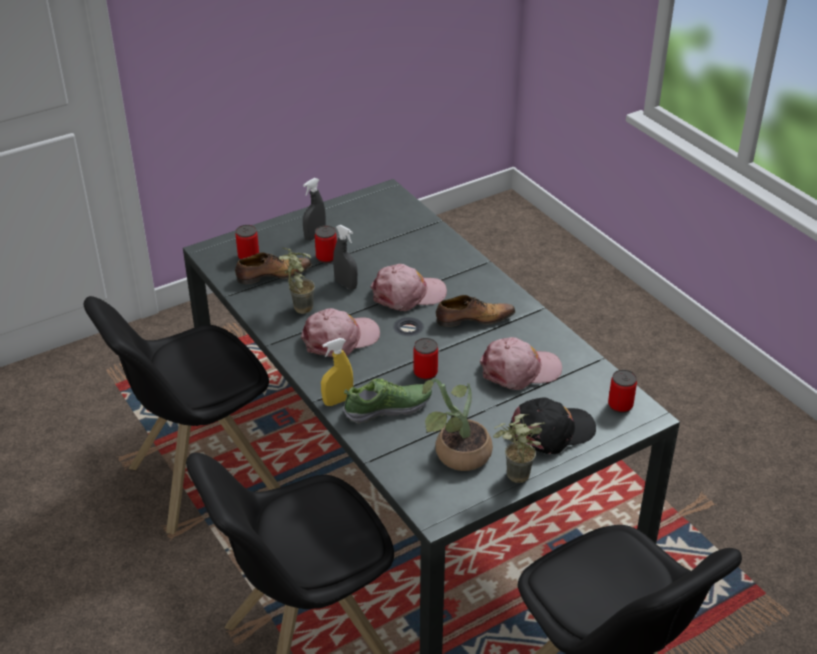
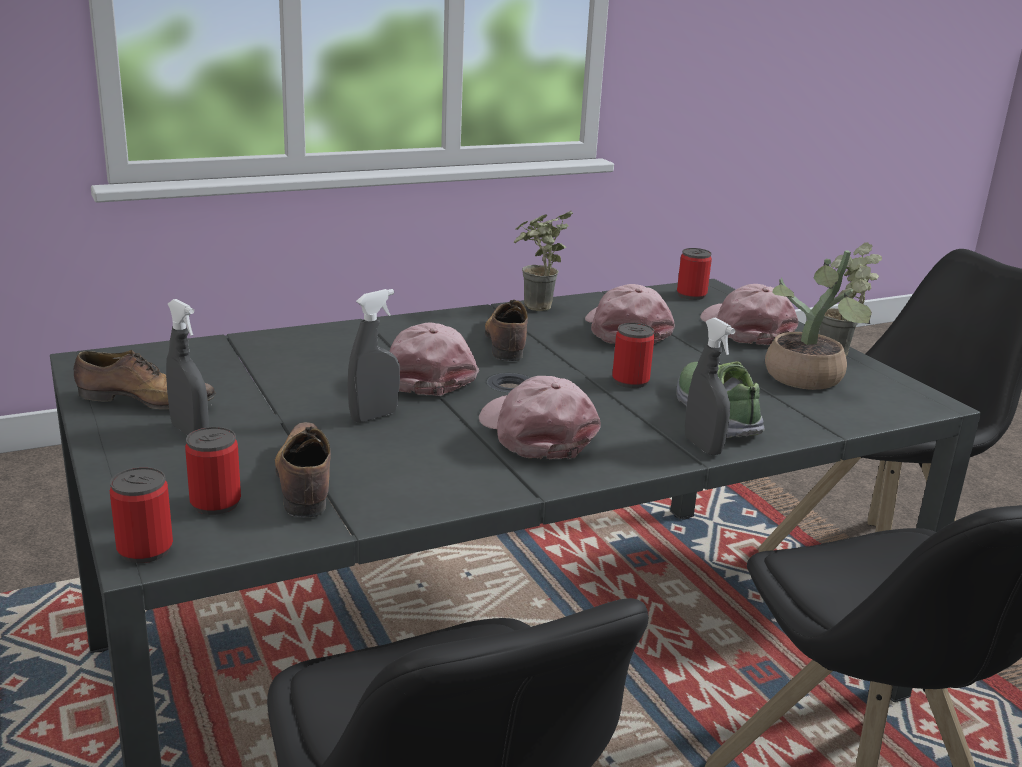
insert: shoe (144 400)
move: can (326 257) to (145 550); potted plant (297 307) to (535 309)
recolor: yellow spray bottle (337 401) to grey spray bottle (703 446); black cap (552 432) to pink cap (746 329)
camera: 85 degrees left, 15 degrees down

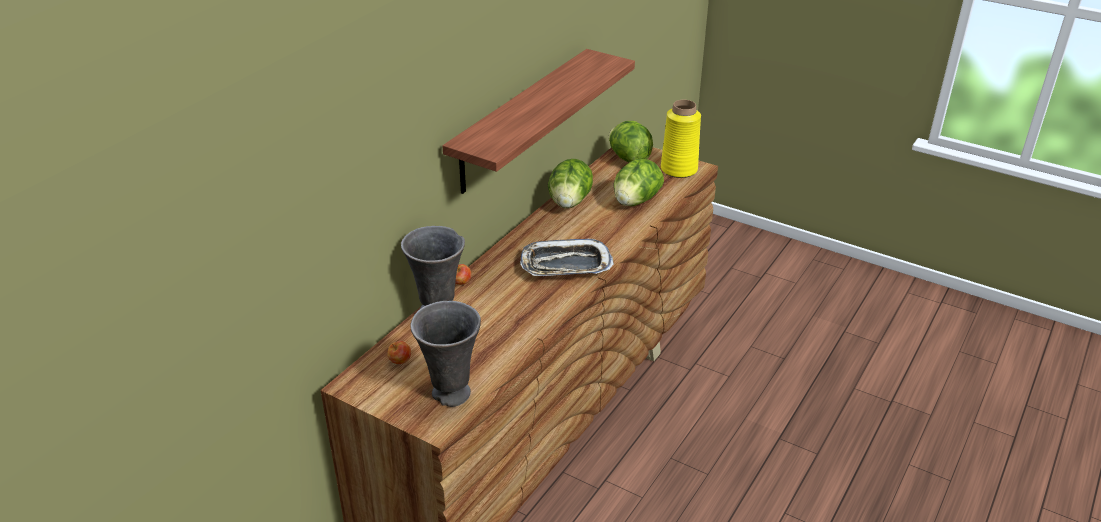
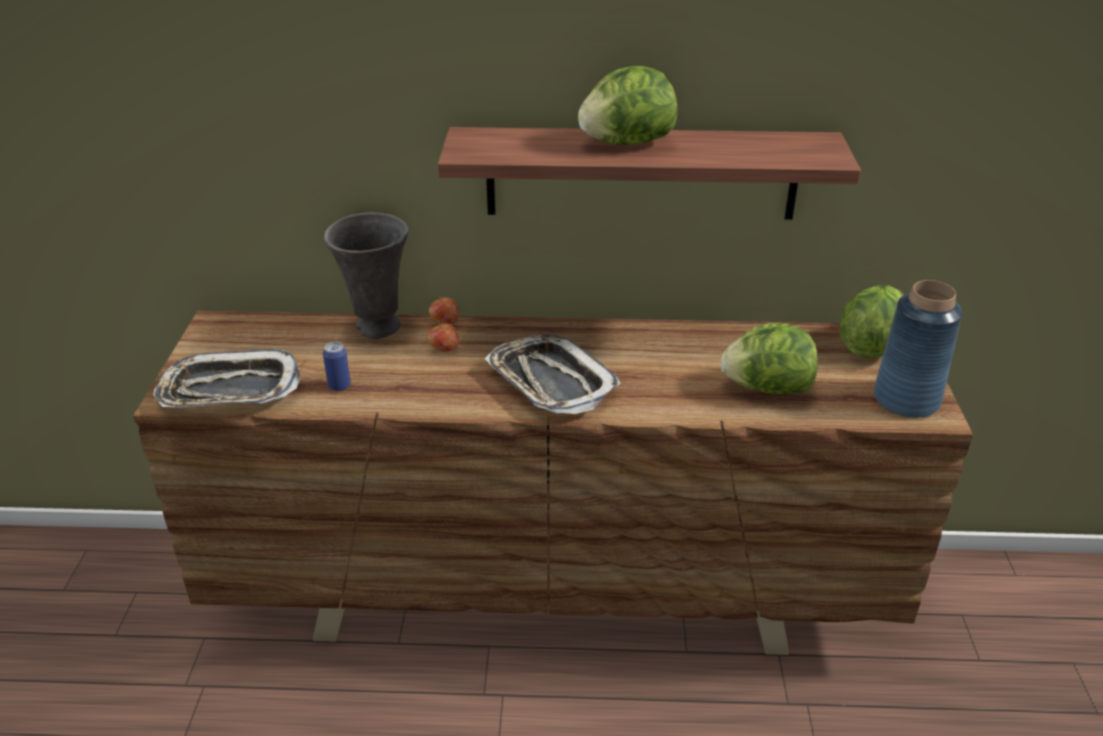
insert: can (339 385)
move: lettuce (569 202) to (626 143); apple (400 362) to (444 350)
replace: grey vase (451 395) to tray (229 390)
recolor: yellow vase (678 169) to blue vase (905 399)
camera: 60 degrees right, 0 degrees up

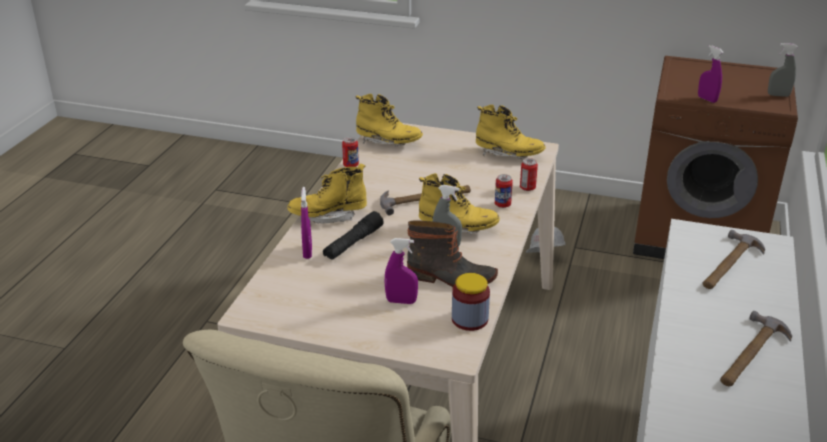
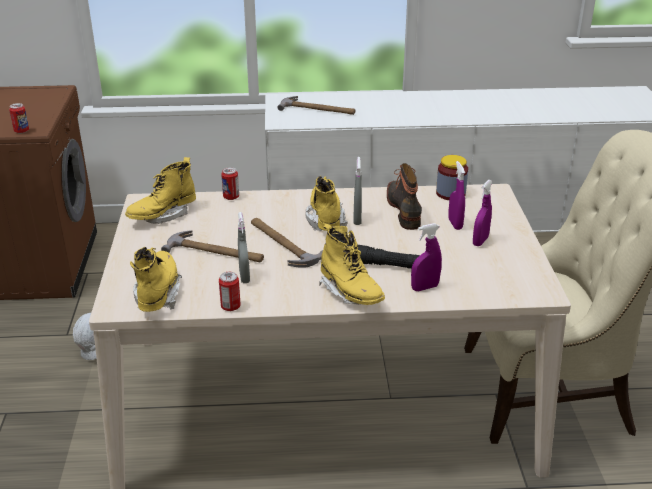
move: grey spray bottle (778 95) to (244 277); purple spray bottle (707 99) to (480 241); can (502 205) to (21 131); hammer (750 354) to (216 252)
rotate: yellow boot (508 154) = (163 215) 135 degrees counterclockwise
camera: 110 degrees left, 0 degrees up

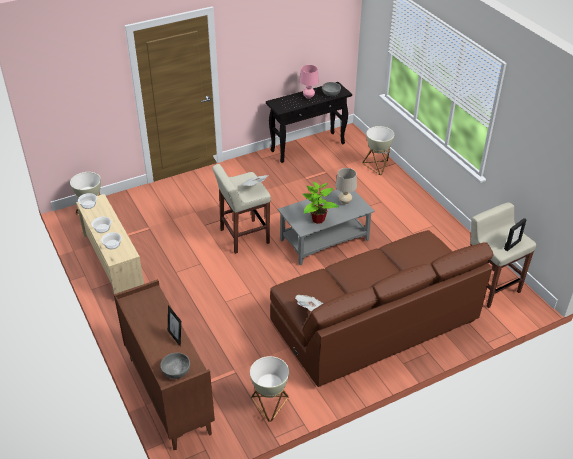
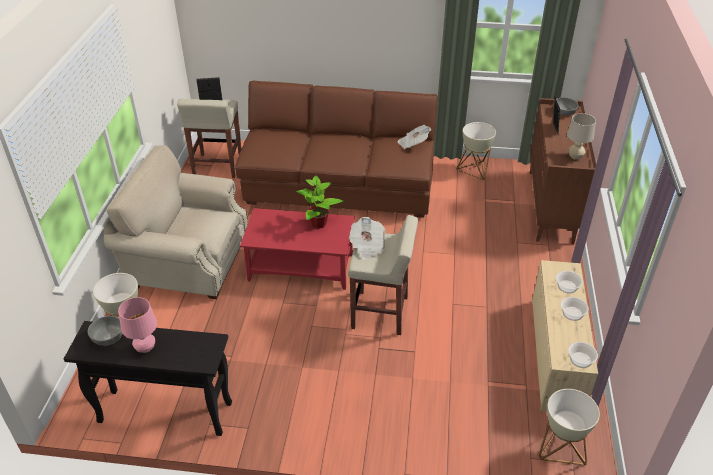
insert: beige armchair (186 260)
move: beige table lamp (345 201) to (575 157)
recolor: grey coffee table (324 240) to red coffee table (302 267)
camera: 145 degrees left, 0 degrees up

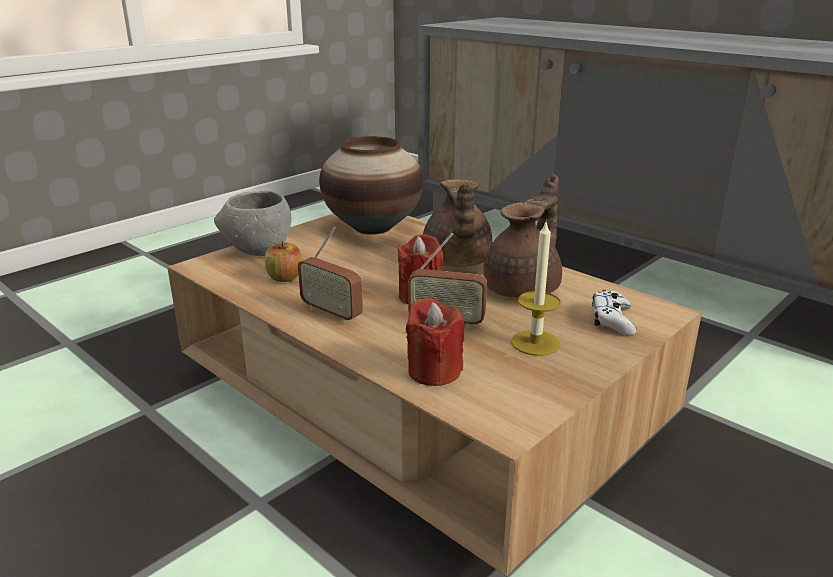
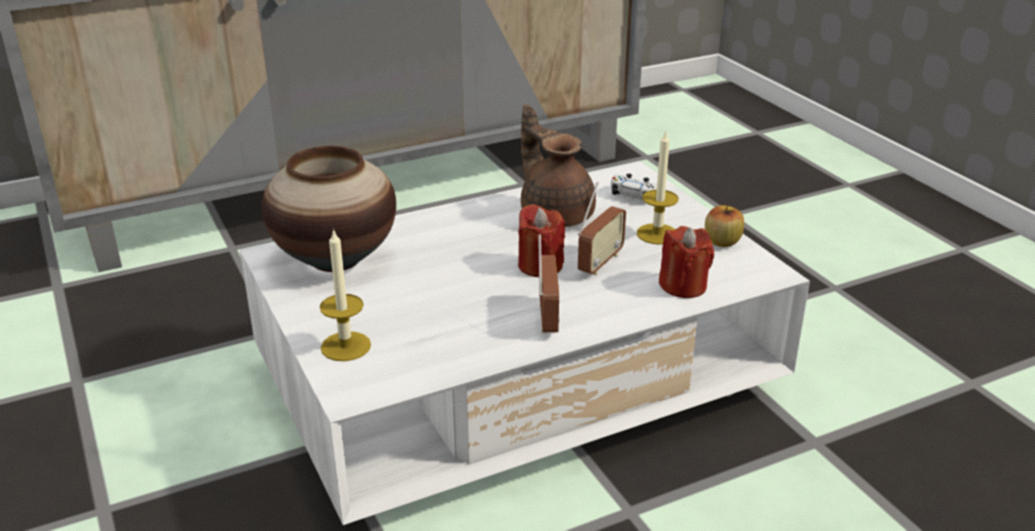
delete: brown teapot (455 262)
move: apple (285 278) to (722 242)
replace: grey bowl (258 252) to candle (345 346)
recolor: brown coffee table (416 401) to white coffee table (517 381)
rotate: radio (332 313) = (547 318) 60 degrees counterclockwise
camera: 70 degrees left, 5 degrees up

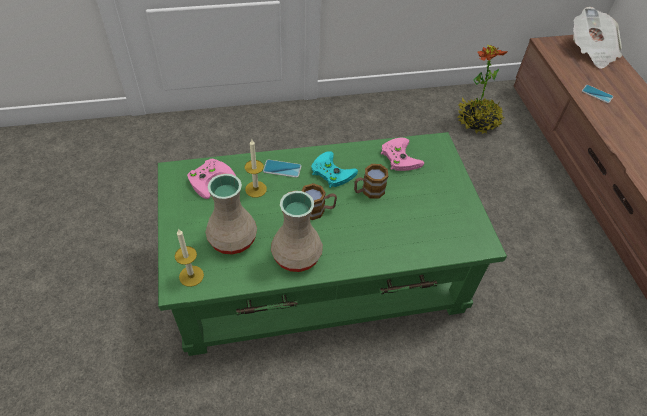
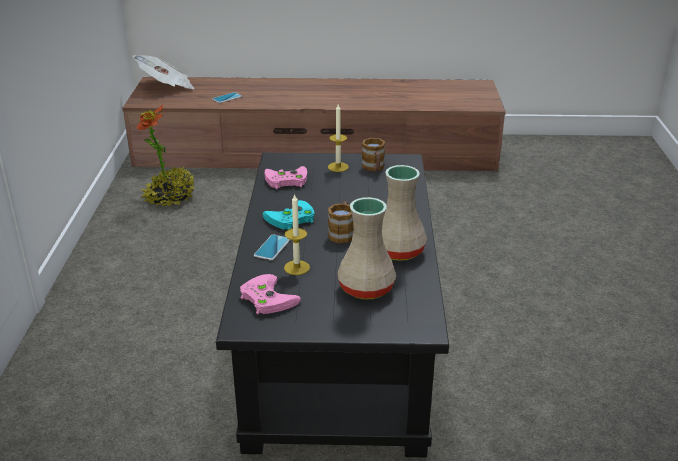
move: mug (368 191) to (374 168); candle (191 276) to (338 167)
recolor: green coffee table (320 274) to black coffee table (338 338)
camera: 75 degrees left, 20 degrees down

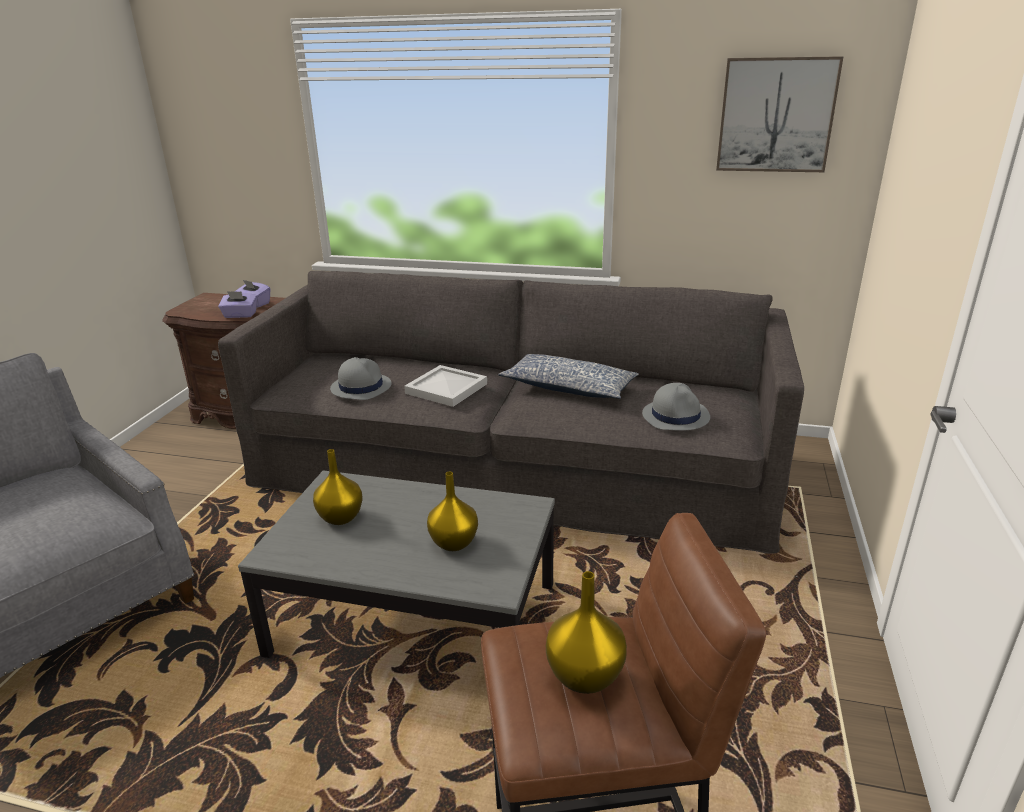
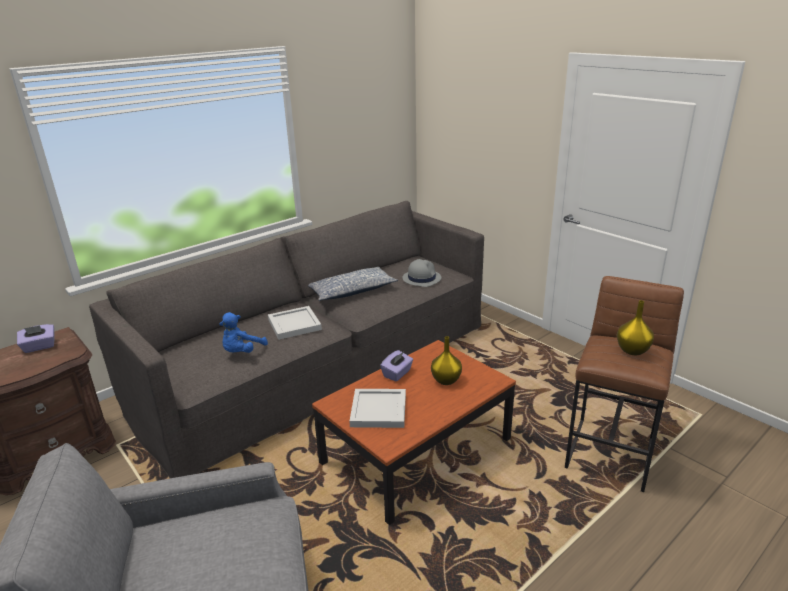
delete: picture (776 115)
move: purple tissue box (240 315) to (397 373)
replace: grey hat (361 387) to blue plush toy (242 352); yellow vase (341 517) to white tray (378 410)
recolor: grey coffee table (416 619) to brown coffee table (416 450)
camera: 55 degrees left, 0 degrees up

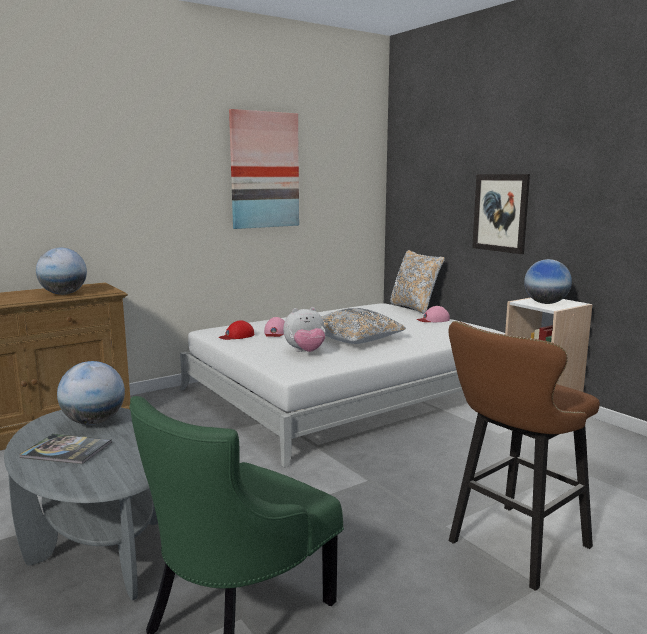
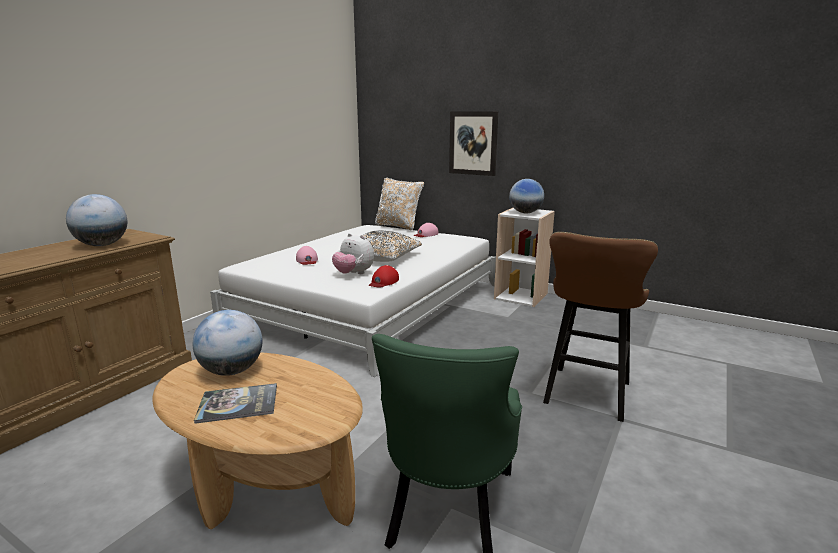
delete: picture (264 170)
move: red cap (237 336) to (383 282)
recolor: grey coffee table (101 541) to brown coffee table (266 483)
rotate: plush toy (305 352) = (353 274) 75 degrees clockwise
camera: 25 degrees left, 5 degrees up

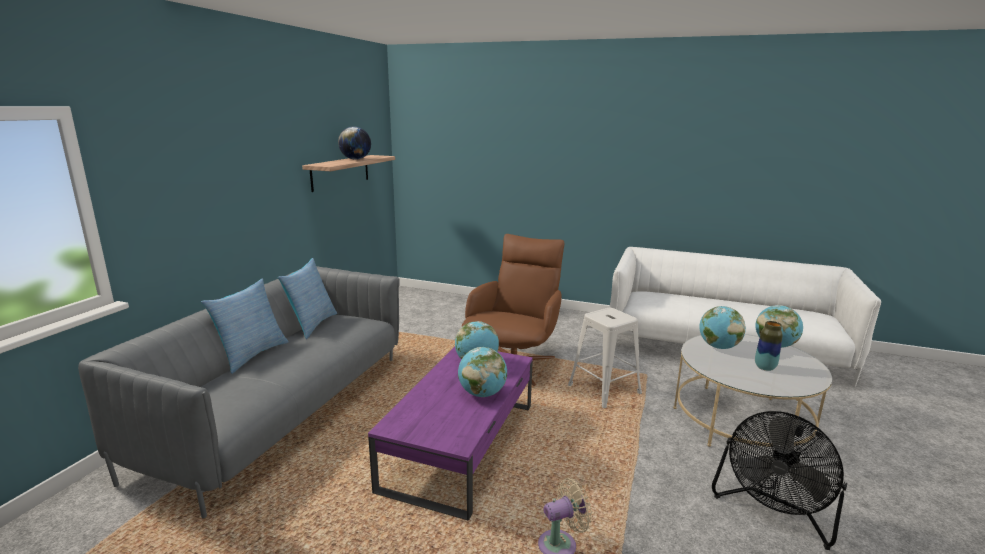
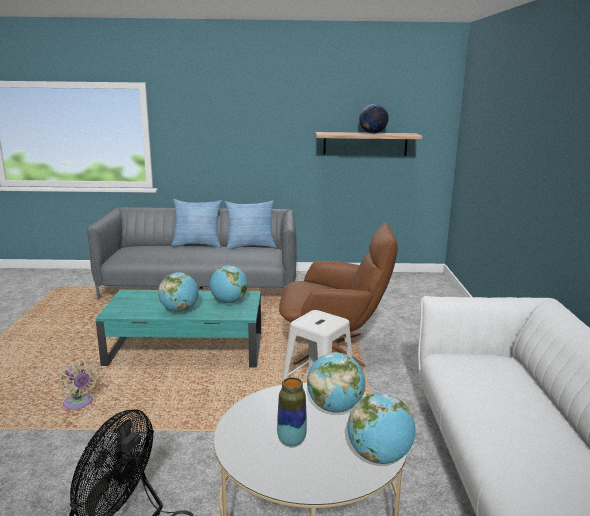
recolor: purple coffee table (462 444) to turquoise coffee table (187 349)
camera: 70 degrees right, 0 degrees up

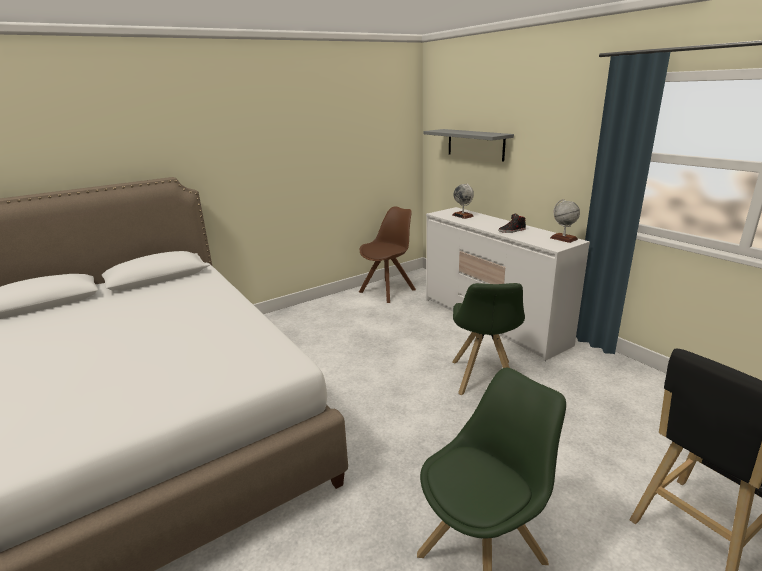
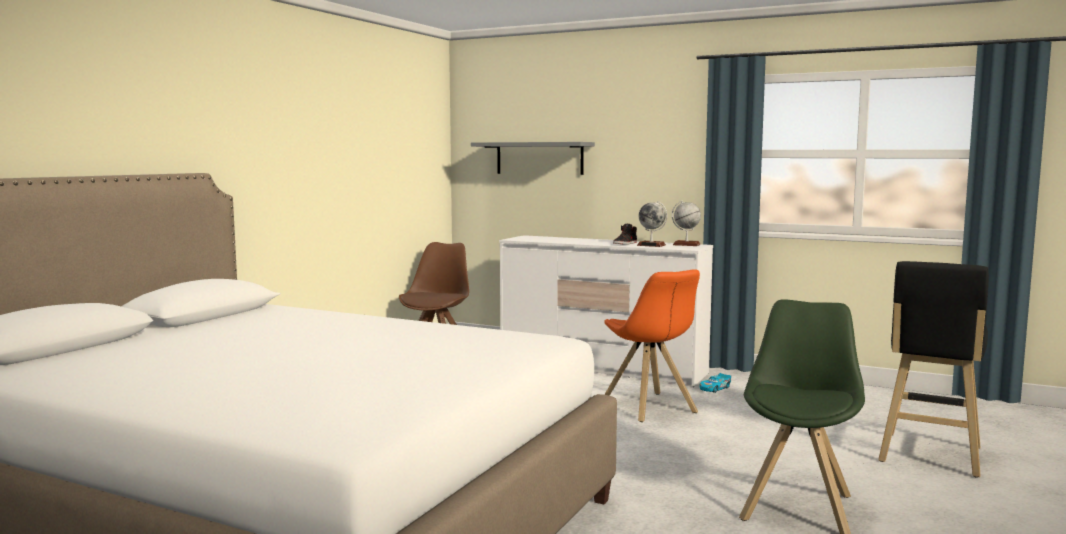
insert: toy car (714 388)
move: globe (463 216) to (651 245)
recolor: green chair (484 378) to orange chair (649 407)
camera: 30 degrees left, 15 degrees down

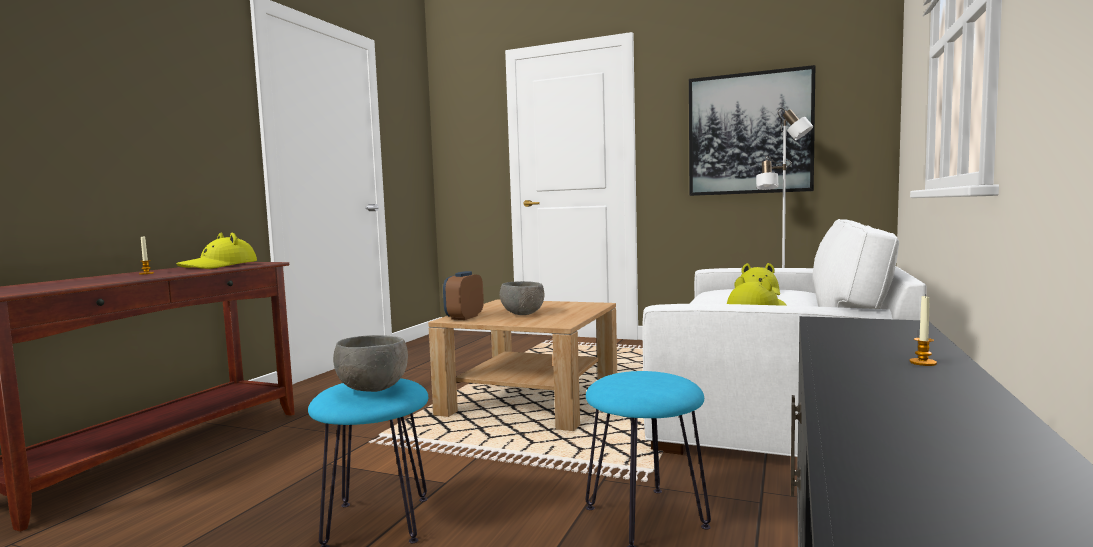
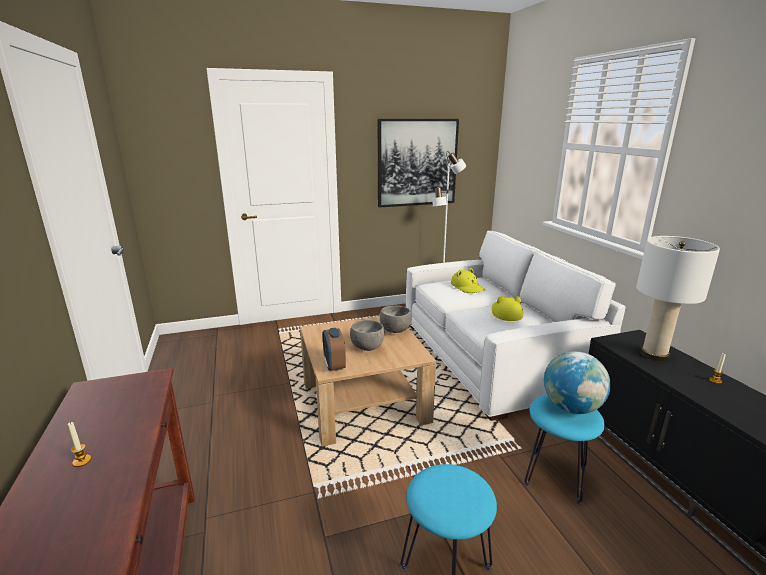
delete: yellow hat (219 266)
insert: white table lamp (653 354); globe (571 408)
move: grey bowl (374 389) to (396 330)
camera: 40 degrees left, 15 degrees up

